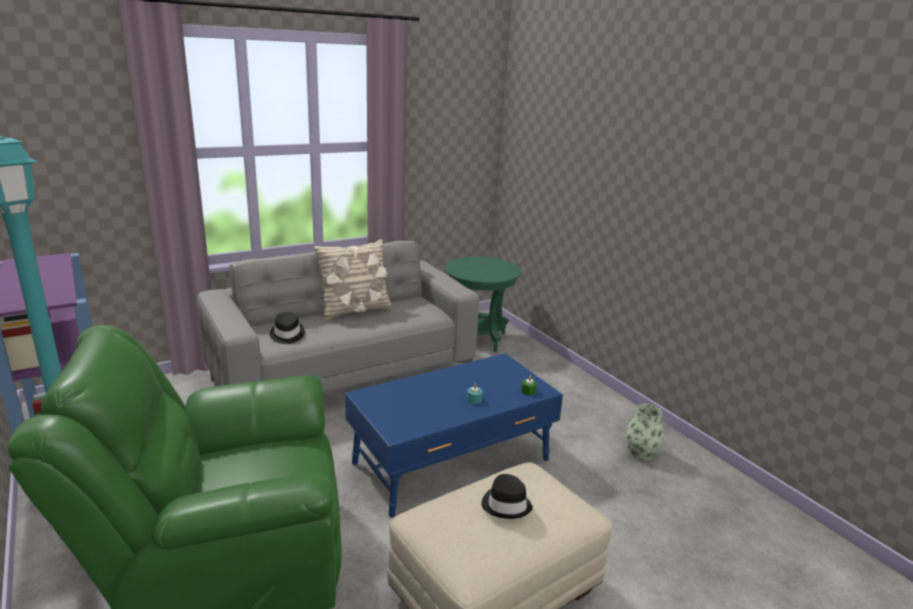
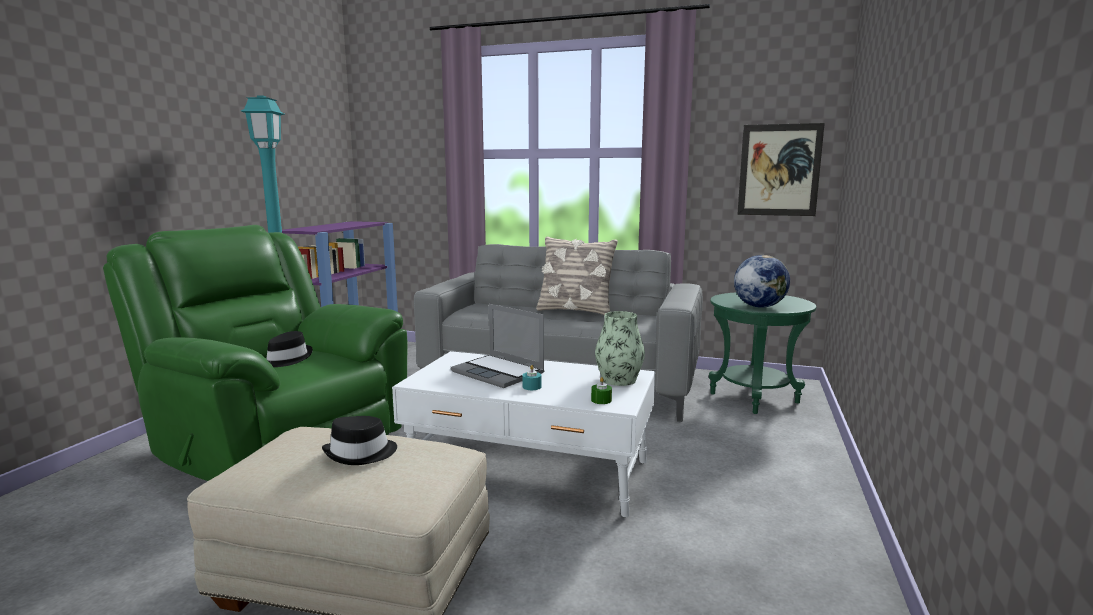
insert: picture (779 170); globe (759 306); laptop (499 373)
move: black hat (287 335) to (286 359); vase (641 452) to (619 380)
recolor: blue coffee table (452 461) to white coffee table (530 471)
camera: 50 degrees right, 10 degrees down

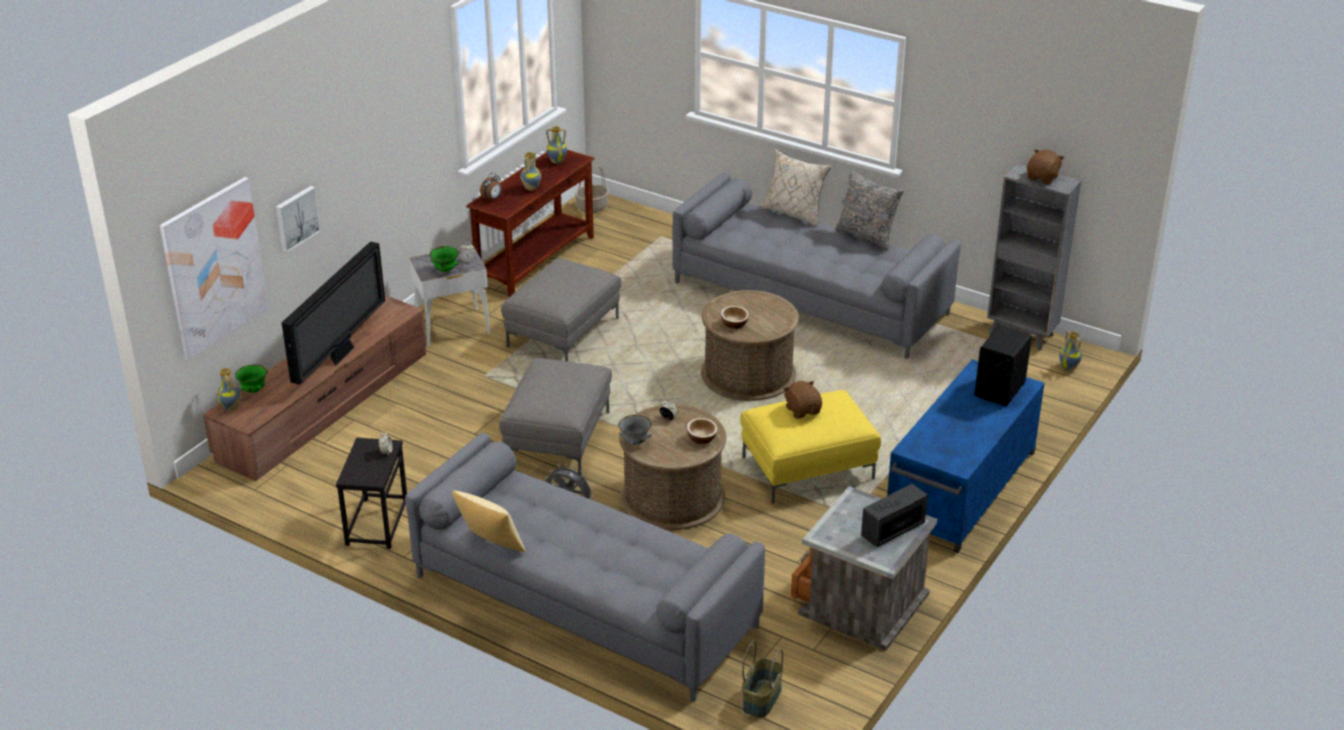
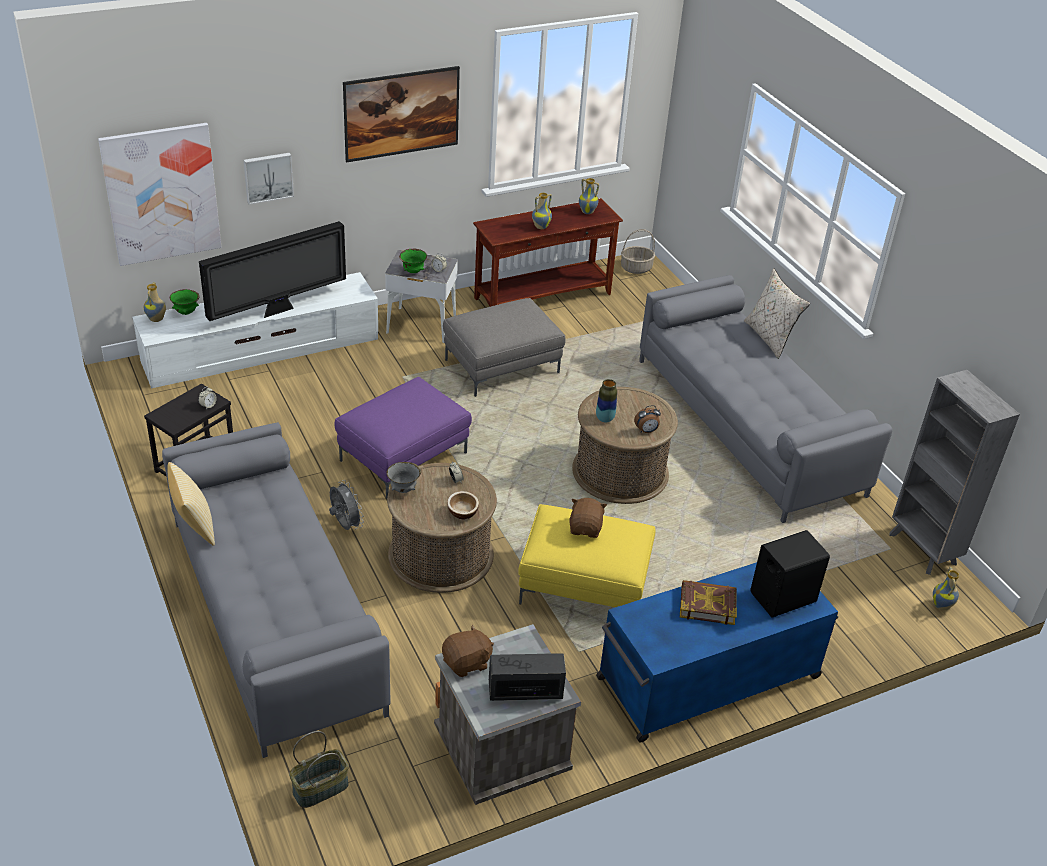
delete: grey pillow (865 237)
insert: picture (402 133); book (707 605)
move: brown plush toy (1042 178) to (467 663); alarm clock (492 199) to (646 431)
replace: bowl (734 324) to vase (605 418)
recolor: brown tv stand (323 404) to white tv stand (261 348); grey ottoman (557 437) to purple ottoman (403 456)
camera: 30 degrees right, 5 degrees up

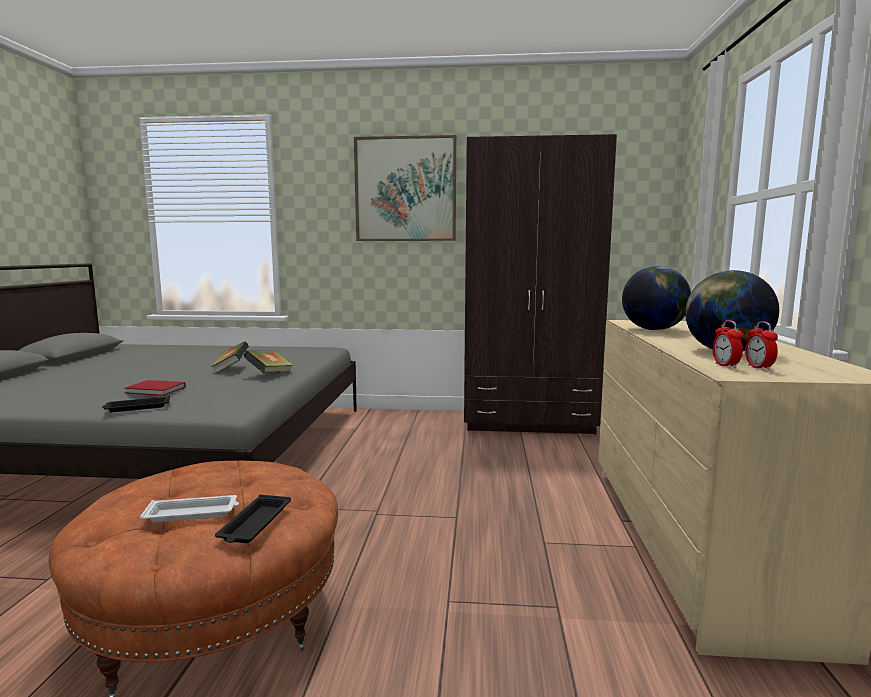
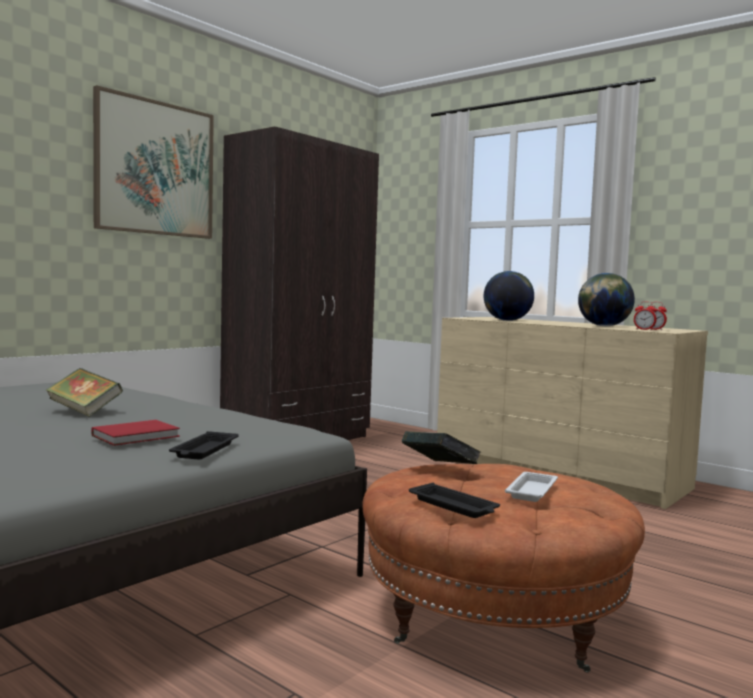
move: book (269 375) to (439 469); black tray (254 524) to (454 506)
camera: 55 degrees left, 5 degrees down

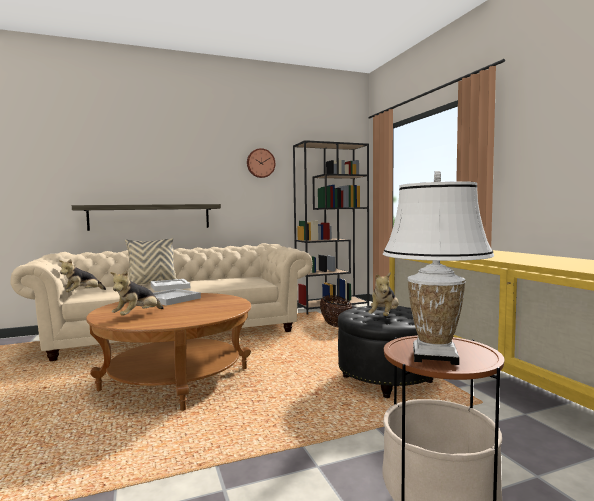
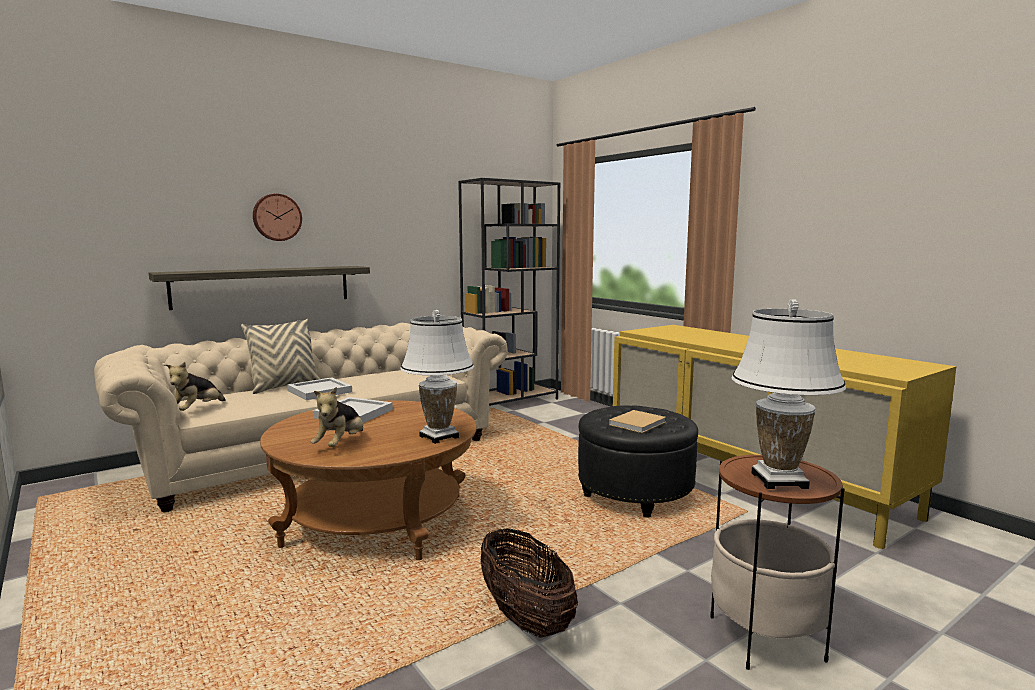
insert: white table lamp (439 436)
move: wall clock (260 163) to (277 217); basket (335 325) to (525 618)
replace: plush toy (384 316) to beige book (638 423)
camera: 15 degrees left, 5 degrees up

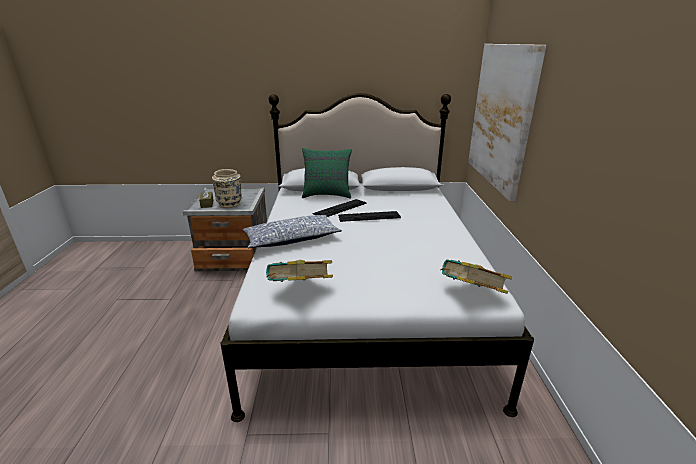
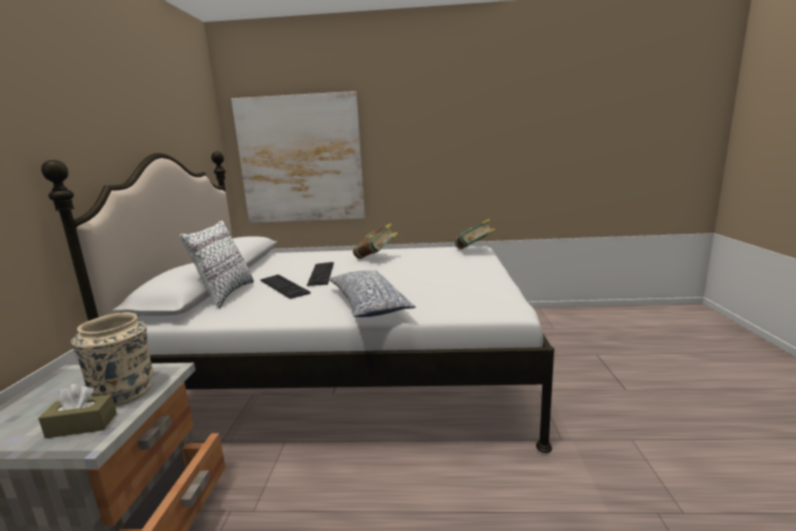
move: book (300 290) to (376 258)
recolor: green pillow (327 195) to white pillow (227 294)
camera: 85 degrees left, 10 degrees down

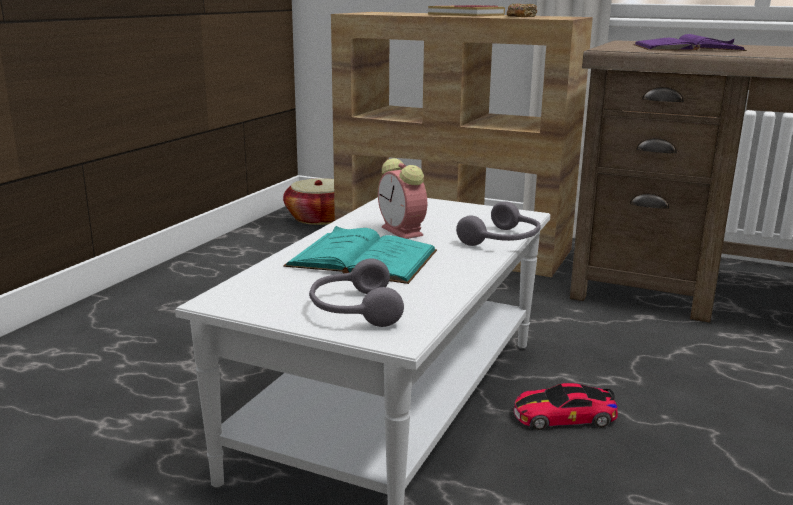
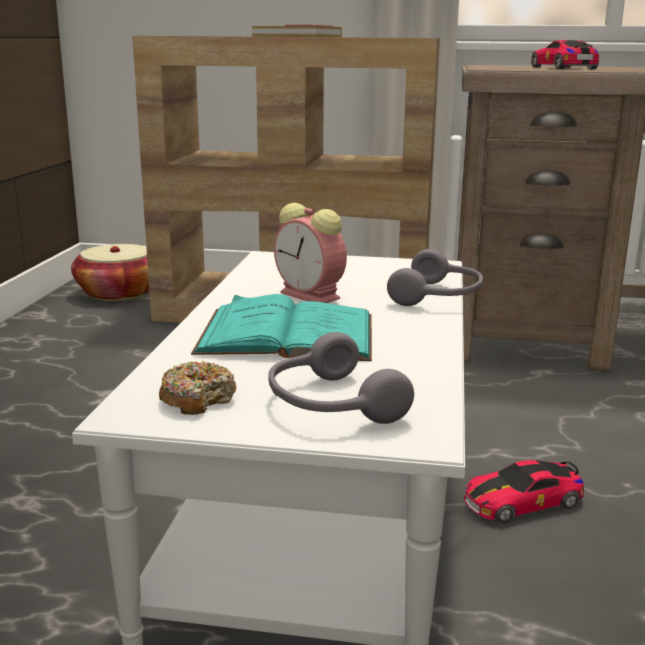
move: donut (521 16) to (197 399)
replace: purple book (687 48) to toy car (563 68)
camera: 15 degrees left, 0 degrees up

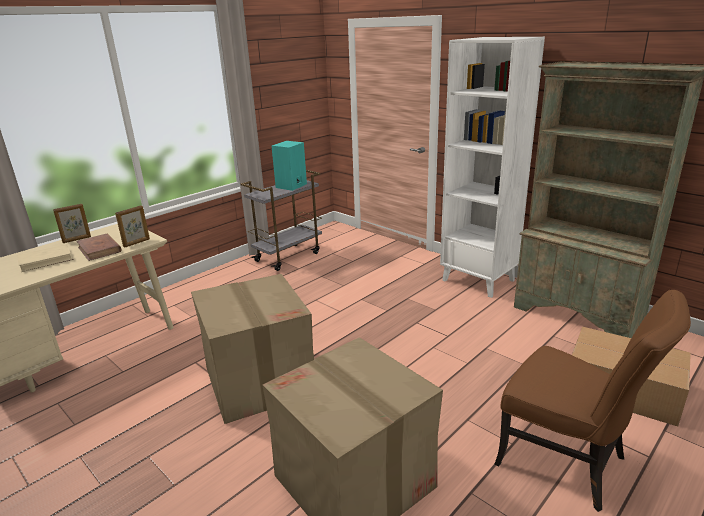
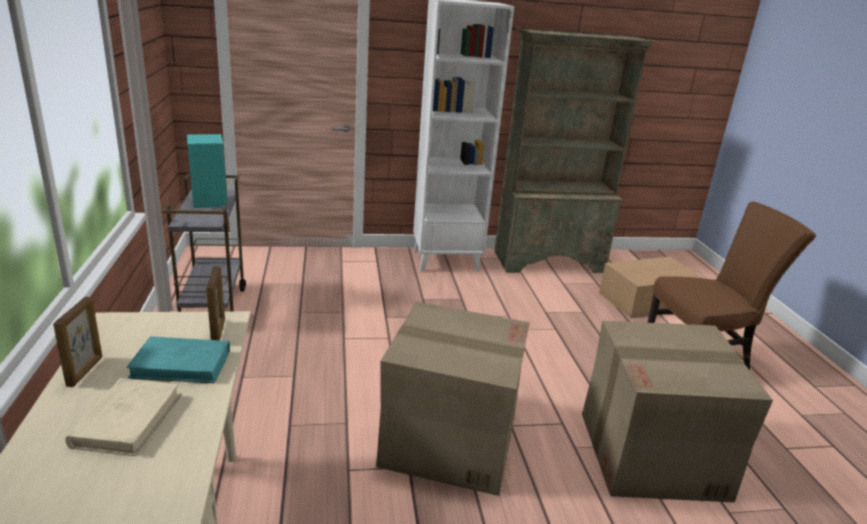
recolor: brown book (99 249) to turquoise book (182 364)
camera: 55 degrees left, 0 degrees up

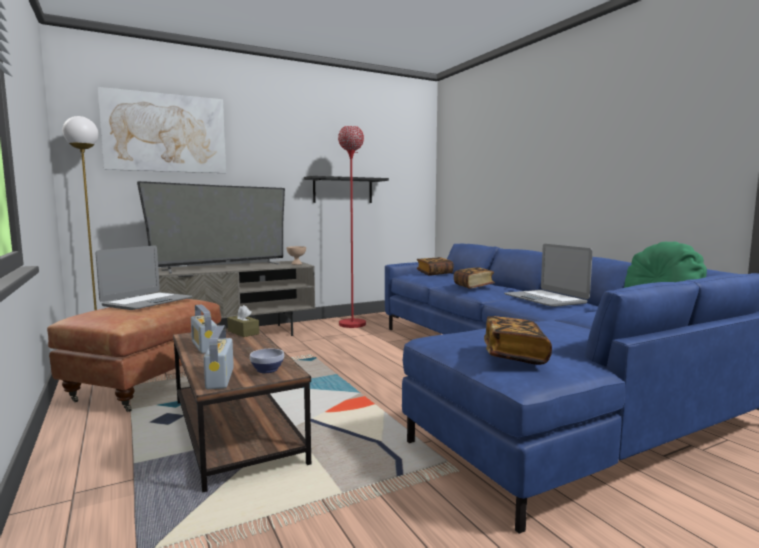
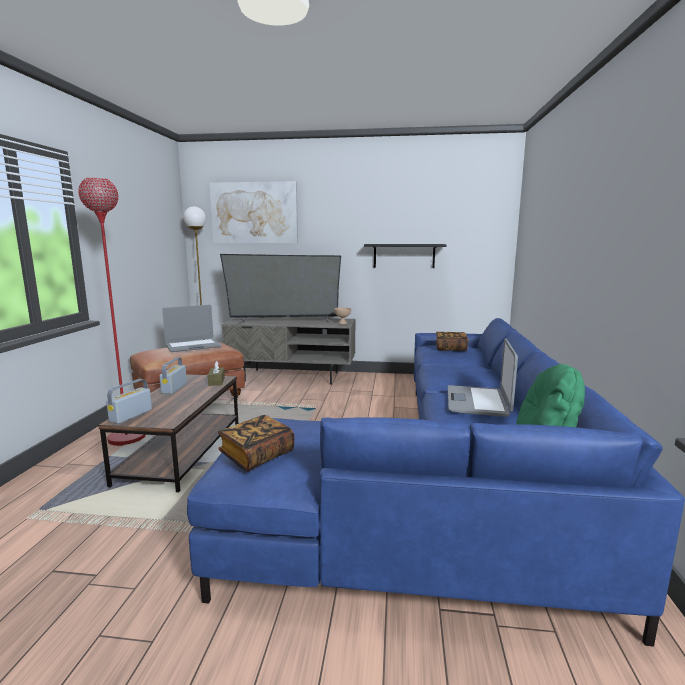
delete: book (473 286); bowl (268 370)
move: red floor lamp (352 324) to (127 438)
camera: 35 degrees right, 5 degrees up

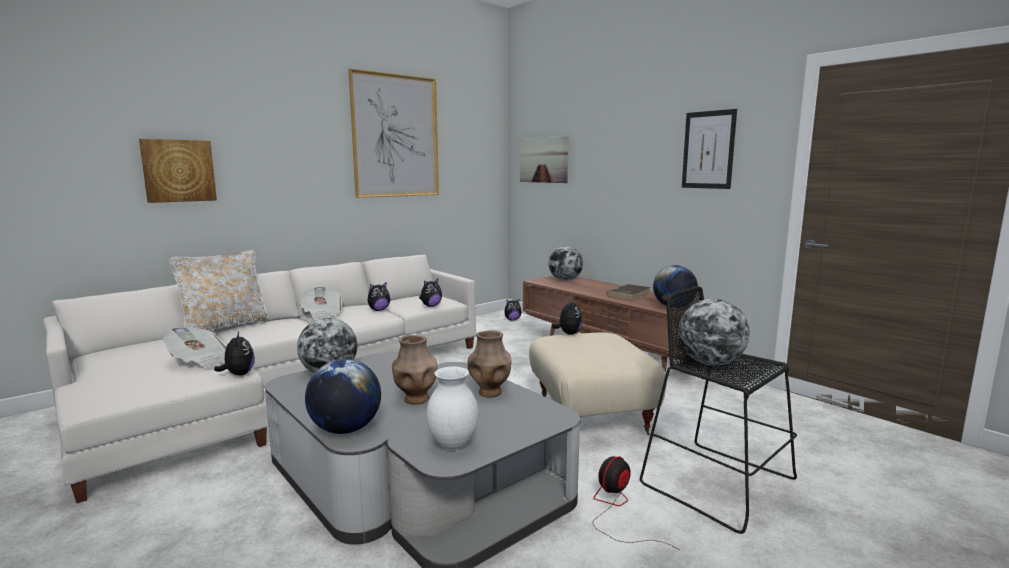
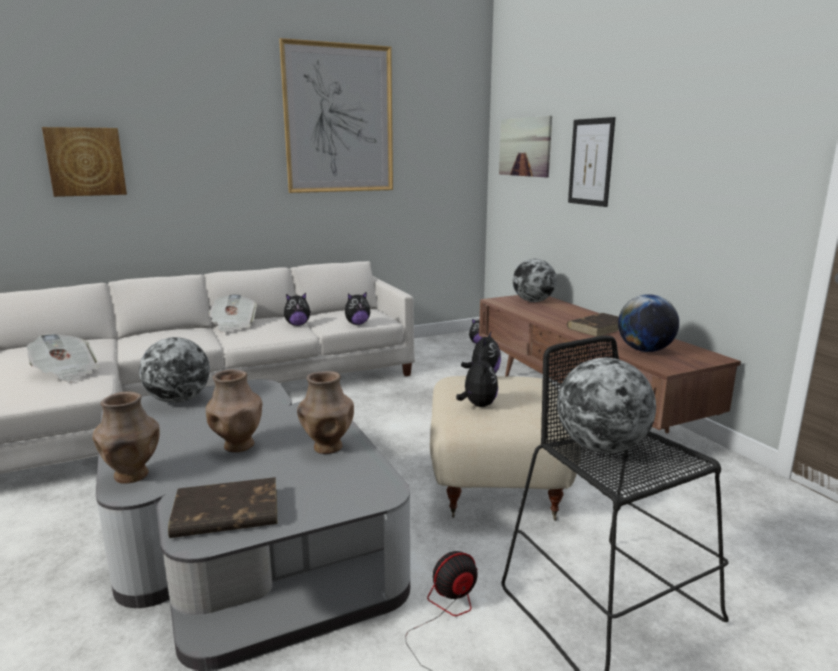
delete: white pillow (226 327)
move: picture (708 150) to (591 162); plush toy (238 374) to (478 405)
replace: globe (345 429) to brown vase (132 475); white vase (452 444) to brown book (225 514)
camera: 15 degrees right, 5 degrees up

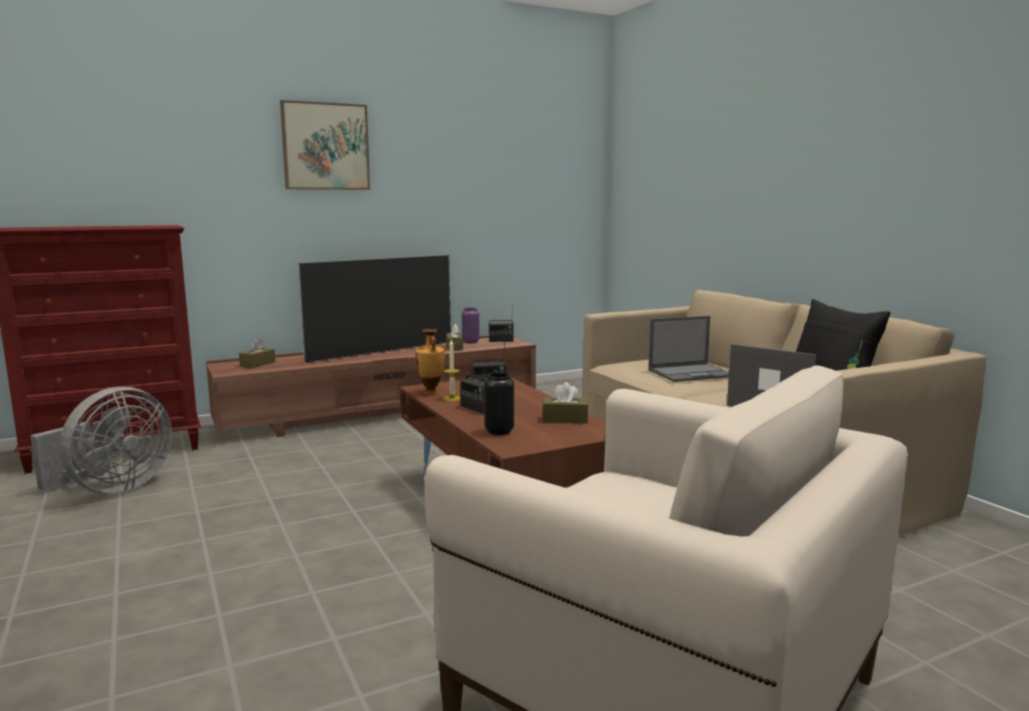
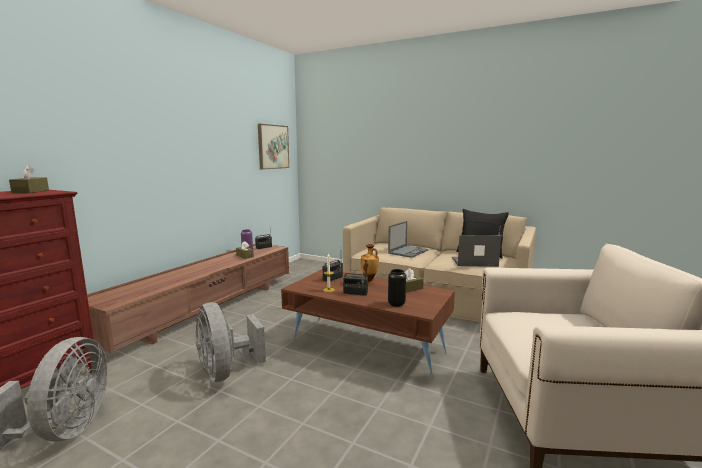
delete: television (381 352)
insert: grey fan (226 372)
move: picture (325 146) to (273 147); vase (431 392) to (369 282); brown tissue box (258 364) to (31 191)
camera: 35 degrees left, 0 degrees up

